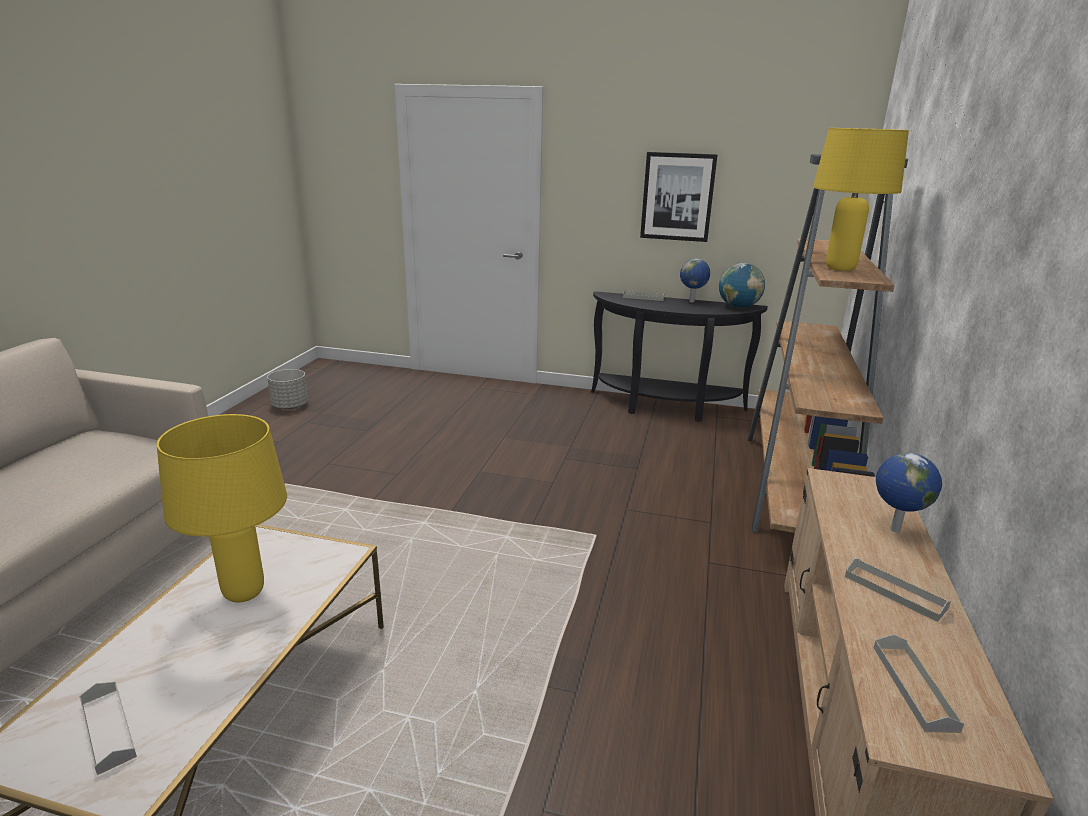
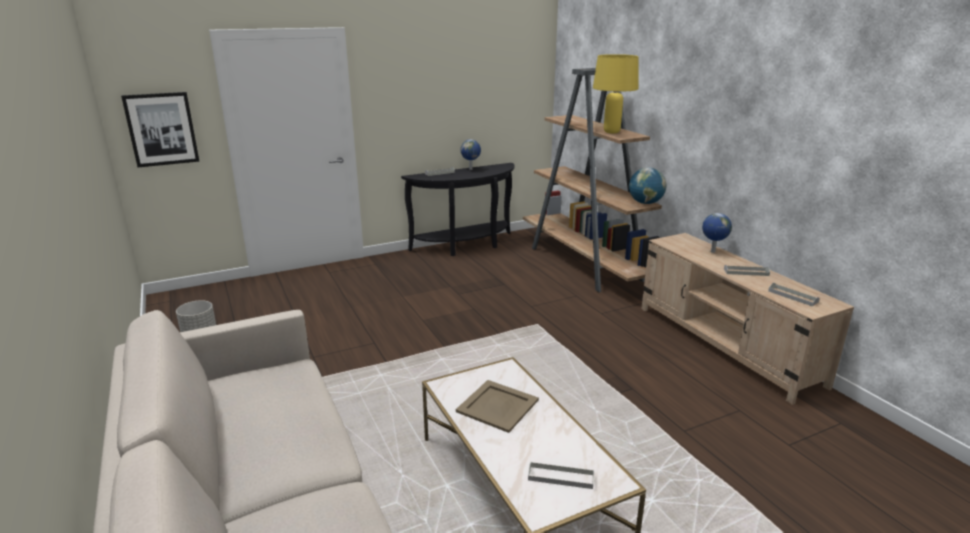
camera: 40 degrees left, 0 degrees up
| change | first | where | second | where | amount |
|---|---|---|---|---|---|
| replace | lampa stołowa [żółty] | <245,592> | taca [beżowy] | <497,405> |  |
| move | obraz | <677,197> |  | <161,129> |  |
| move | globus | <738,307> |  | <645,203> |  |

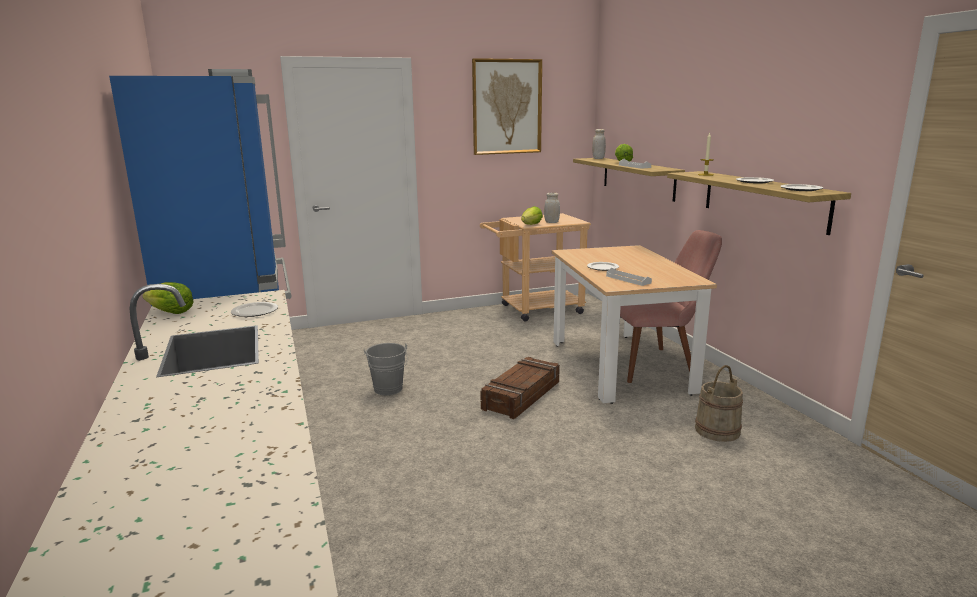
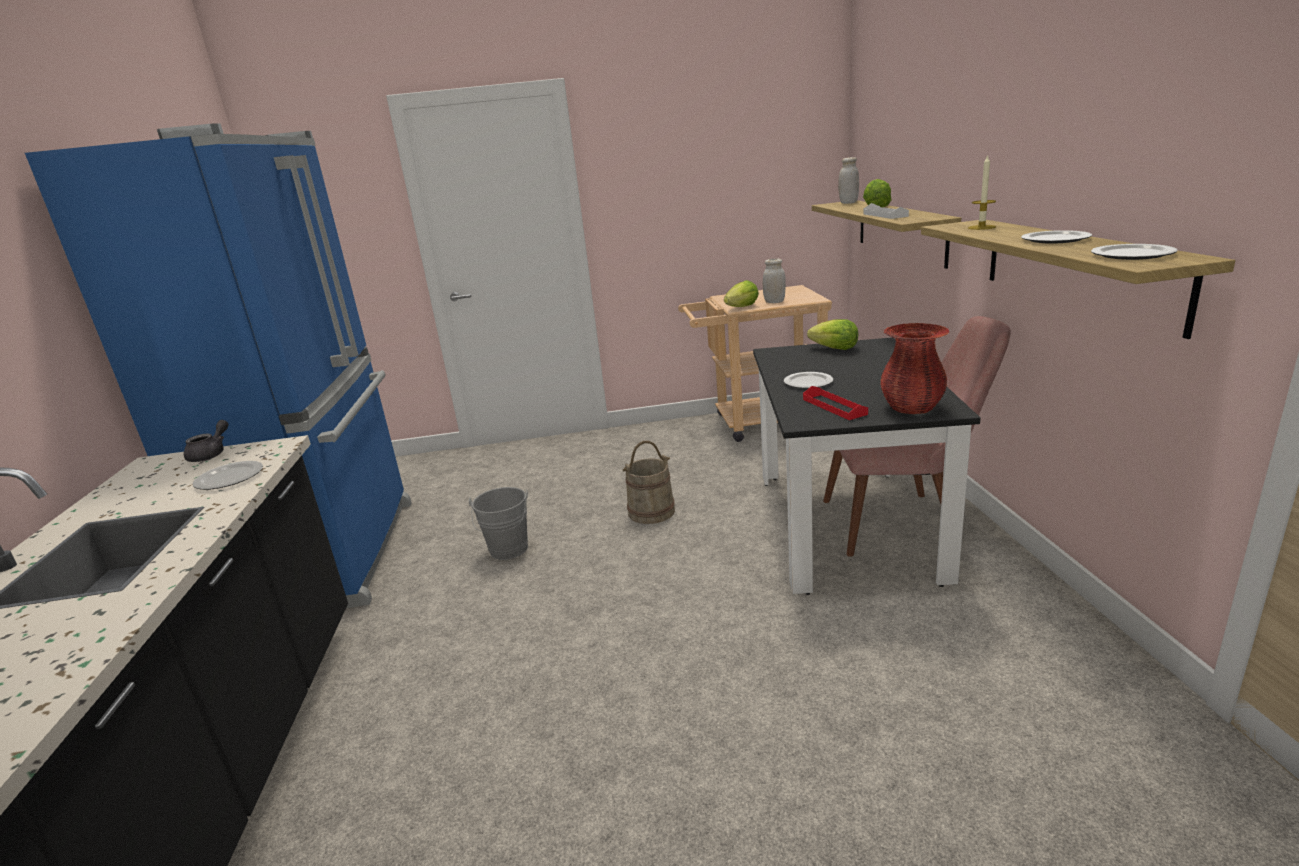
camera: 15 degrees right, 5 degrees up
| change | first | where | second | where | amount |
|---|---|---|---|---|---|
| move | sałata | <171,312> |  | <835,349> |  |
| delete | obraz | <507,107> |  |  |  |
| delete | skrzynka | <521,395> |  |  |  |
| recolor | stół jadalny [beżowy] | <619,366> | stół jadalny [czarny] | <845,524> |  |
| recolor | taca [biały] | <628,279> | taca [czerwony] | <834,407> |  |
| move | wiadro [beżowy] | <717,430> |  | <651,511> |  |
| insert |  |  | imbryk [szary] | <211,454> |  |
| insert |  |  | wazon [czerwony] | <912,407> |  |

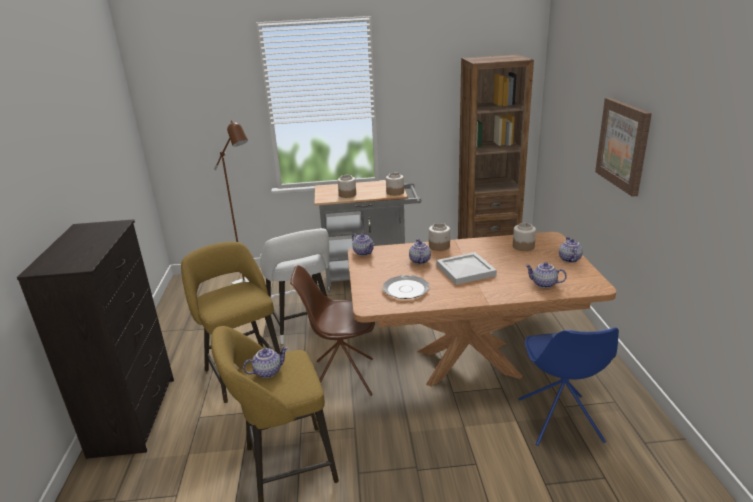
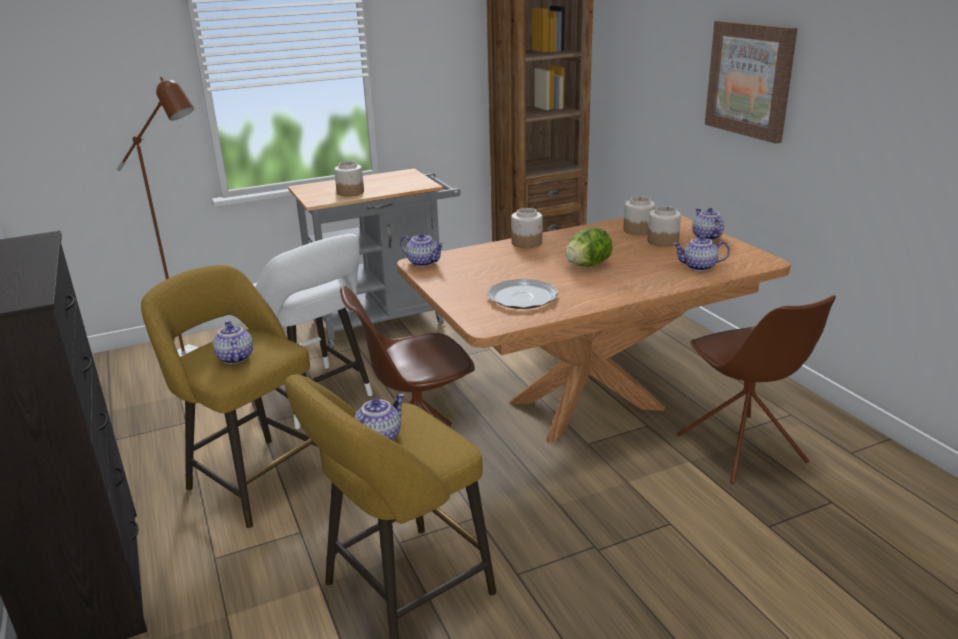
camera: 20 degrees left, 0 degrees up
| change | first | where | second | where | amount |
|---|---|---|---|---|---|
| move | słoik | <395,192> |  | <663,241> |  |
| move | imbryk | <419,261> |  | <234,358> |  |
| replace | taca [biały] | <466,270> | sałata | <587,265> |  |
| recolor | krzesło [niebieski] | <560,421> | krzesło [brązowy] | <742,450> |  |

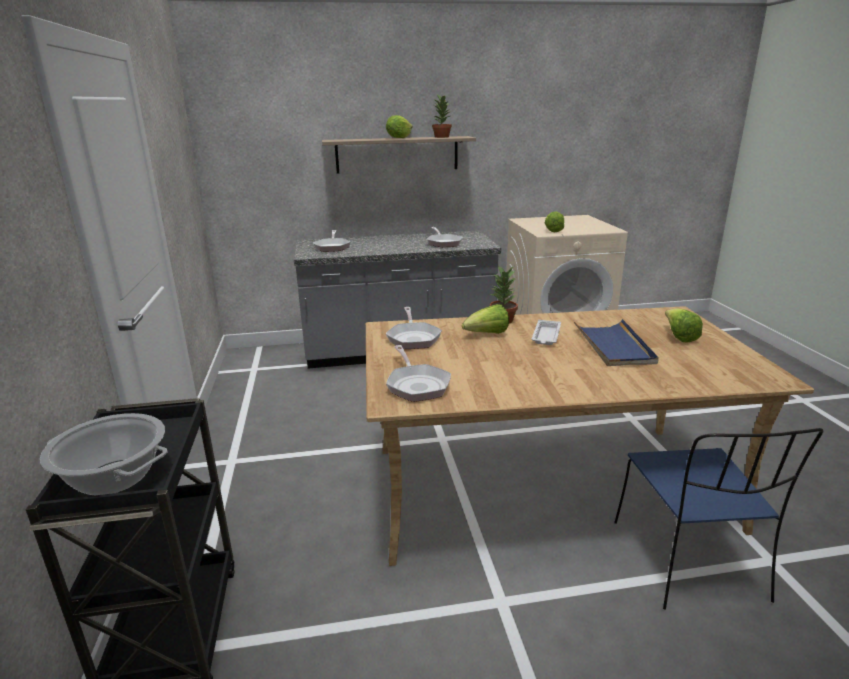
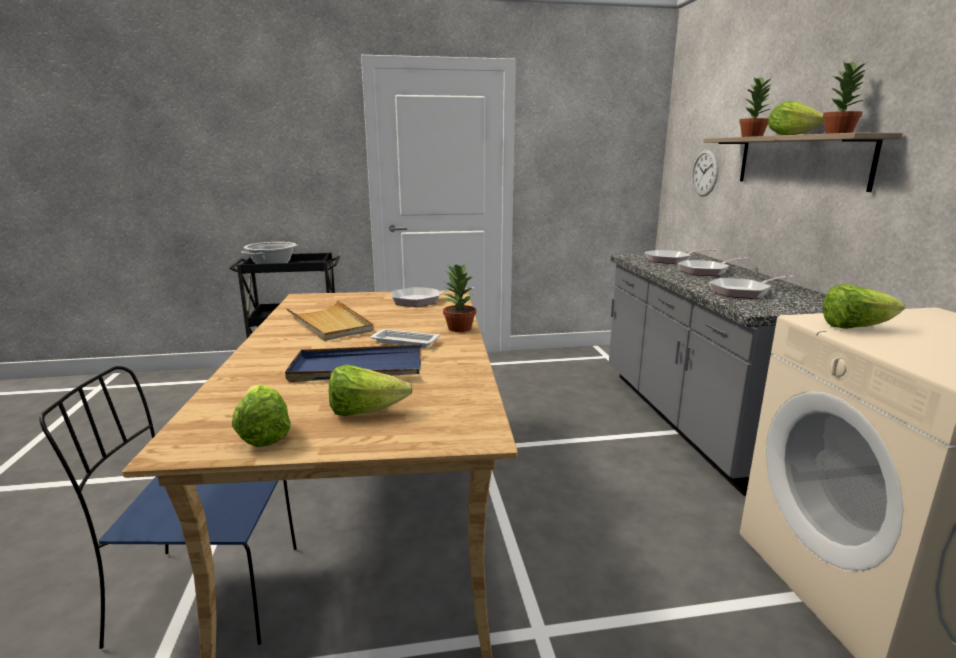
camera: 90 degrees right, 5 degrees down
| change | first | where | second | where | amount |
|---|---|---|---|---|---|
| move | patelnia | <417,385> |  | <706,271> |  |
| move | sałata | <487,334> |  | <263,434> |  |
| insert |  |  | taca [beżowy] | <330,324> |  |
| insert |  |  | zegar ścienny | <705,173> |  |
| insert |  |  | roślina doniczkowa | <752,136> |  |

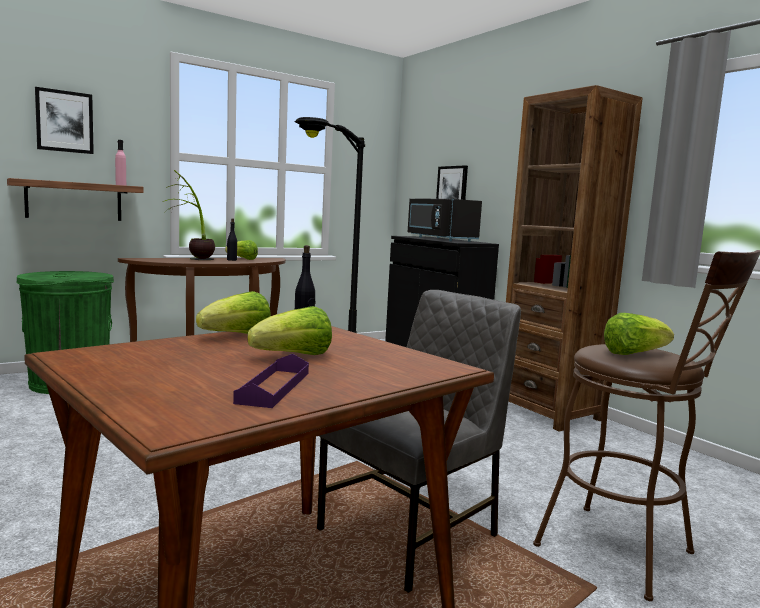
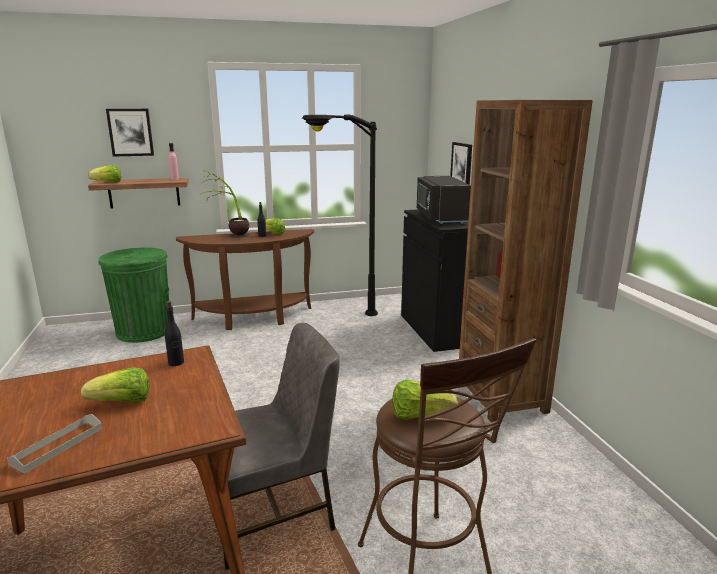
camera: 20 degrees right, 10 degrees up
| change | first | where | second | where | amount |
|---|---|---|---|---|---|
| move | sałata | <237,336> |  | <108,183> |  |
| recolor | taca [fioletowy] | <274,387> | taca [szary] | <58,446> |  |

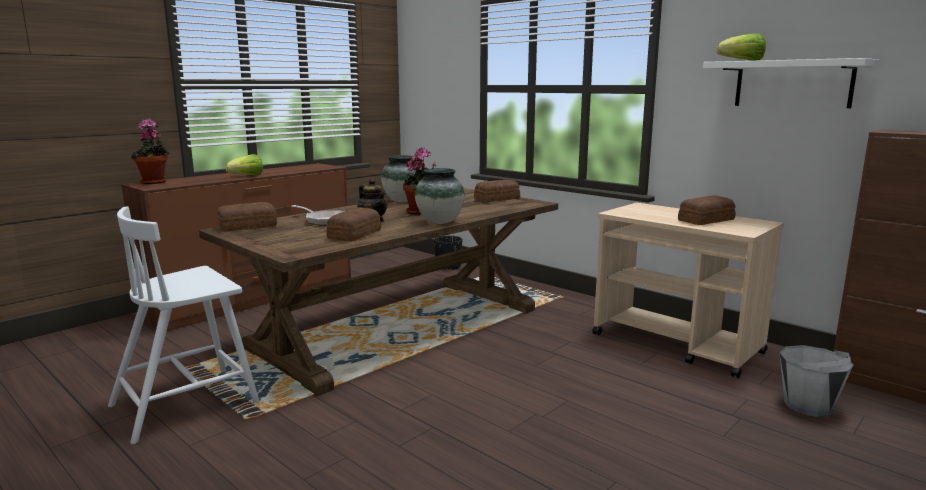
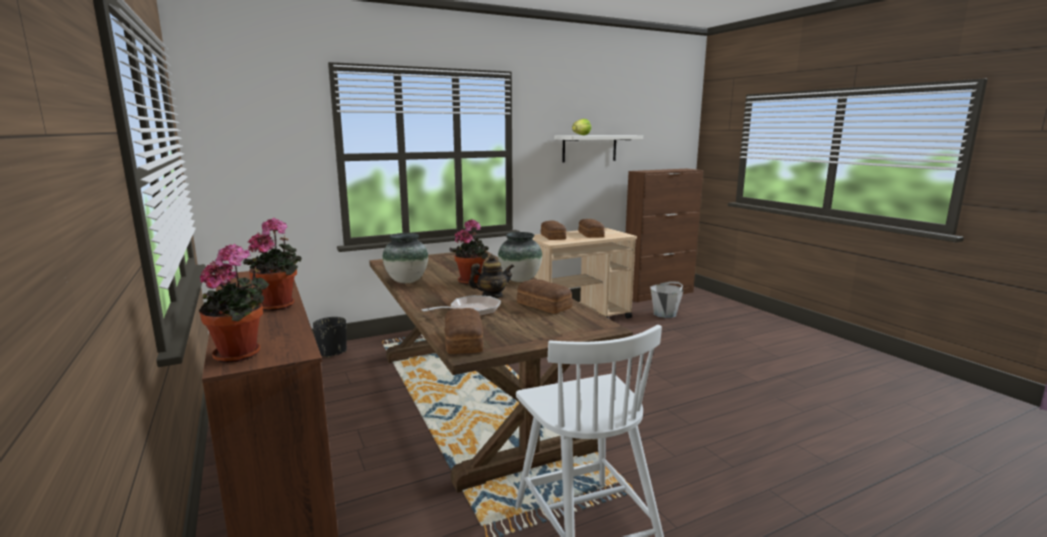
camera: 70 degrees left, 0 degrees up
| change | first | where | second | where | amount |
|---|---|---|---|---|---|
| replace | sałata | <247,176> | roślina doniczkowa | <279,305> |  |
| move | chleb | <498,199> |  | <553,236> |  |

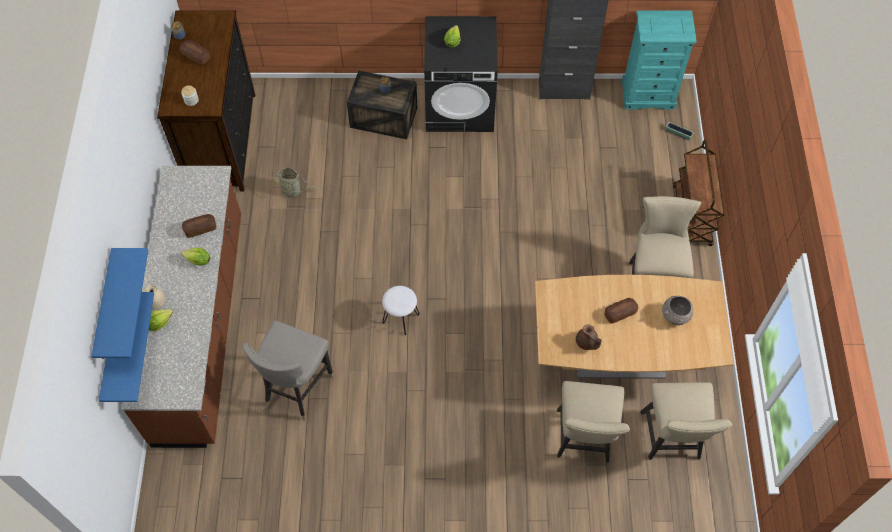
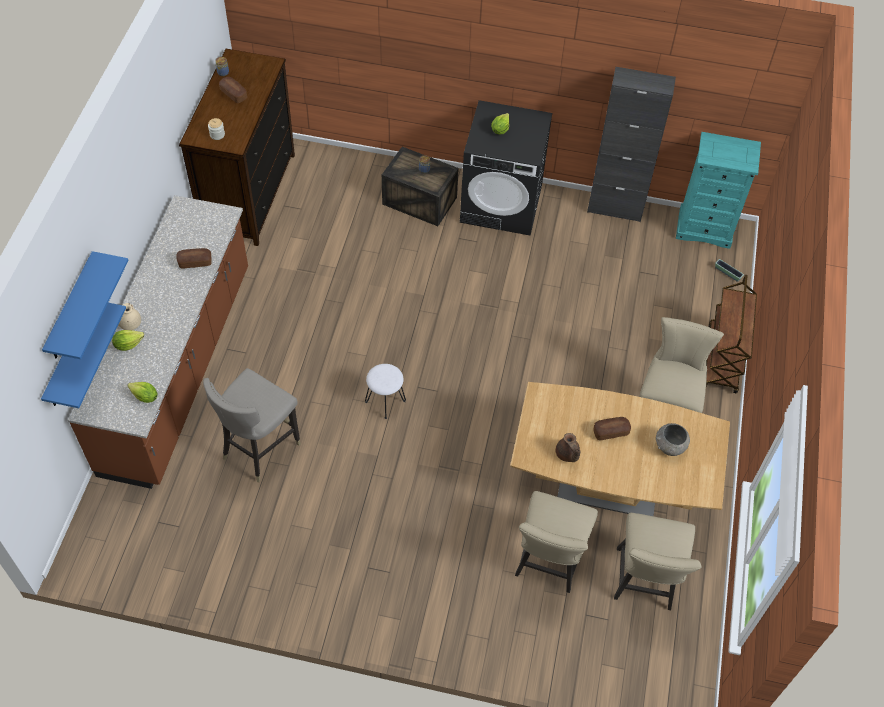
camera: 10 degrees right, 5 degrees down
| change | first | where | second | where | amount |
|---|---|---|---|---|---|
| move | sałata | <198,261> |  | <145,397> |  |
| delete | koszyk | <293,191> |  |  |  |

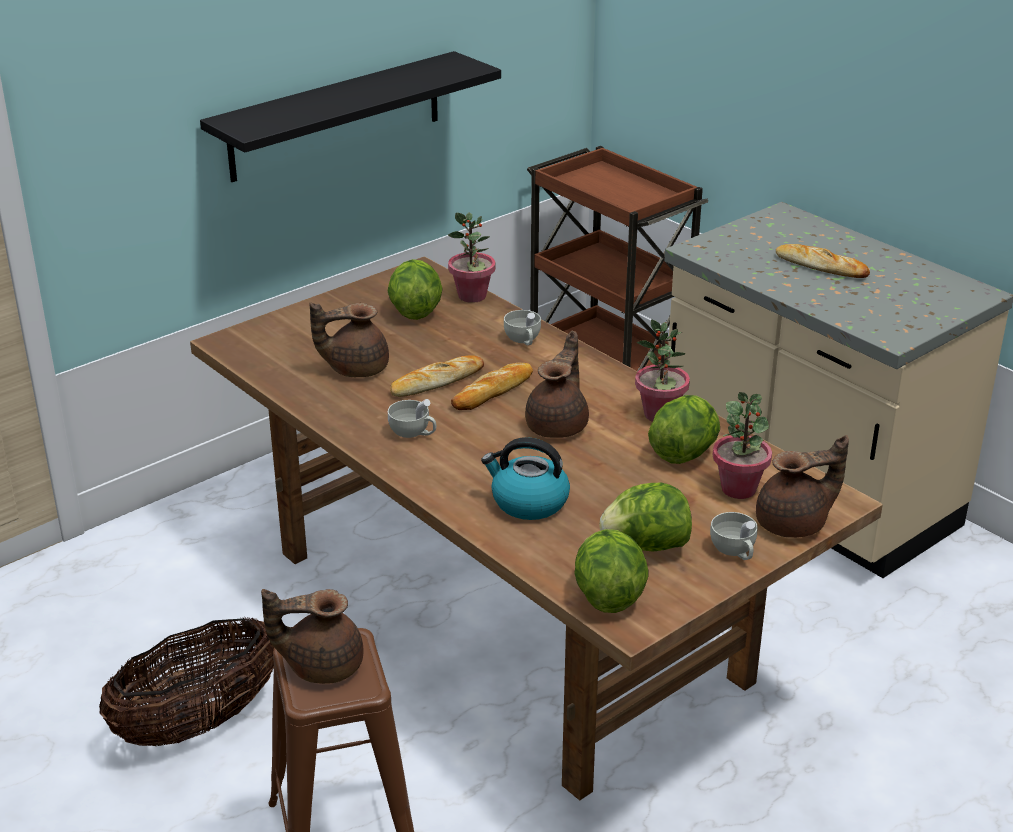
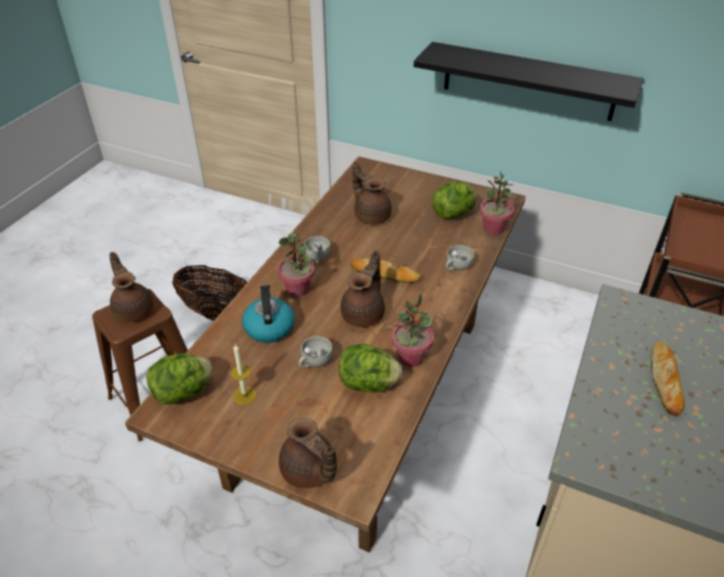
camera: 65 degrees right, 10 degrees up
| change | first | where | second | where | amount |
|---|---|---|---|---|---|
| delete | chleb | <436,382> |  |  |  |
| rotate | imbryk [brązowy] | <559,425> |  | <364,313> | 60 degrees counterclockwise |
| replace | sałata | <645,546> | świeca | <244,395> |  |
| move | filiżanka [biały] | <735,551> |  | <314,362> |  |
| move | roślina doniczkowa | <739,488> |  | <298,289> |  |

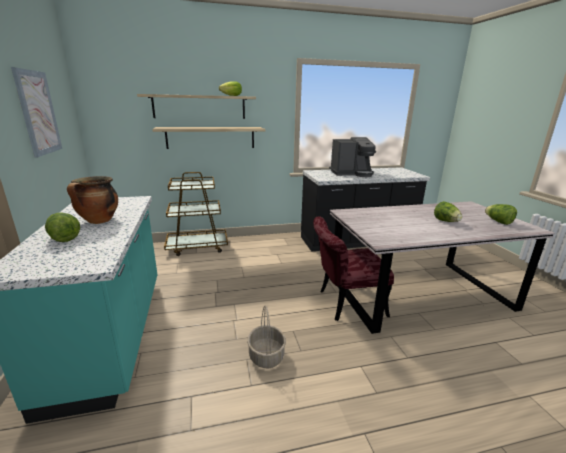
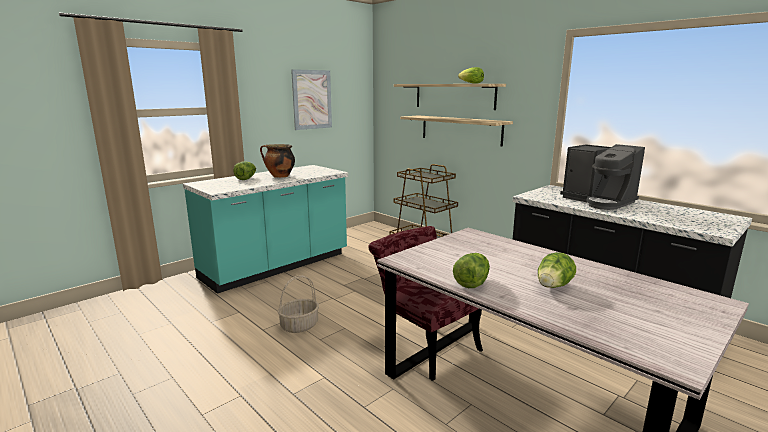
camera: 60 degrees right, 5 degrees down
| change | first | where | second | where | amount |
|---|---|---|---|---|---|
| move | sałata | <498,222> |  | <472,282> |  |

